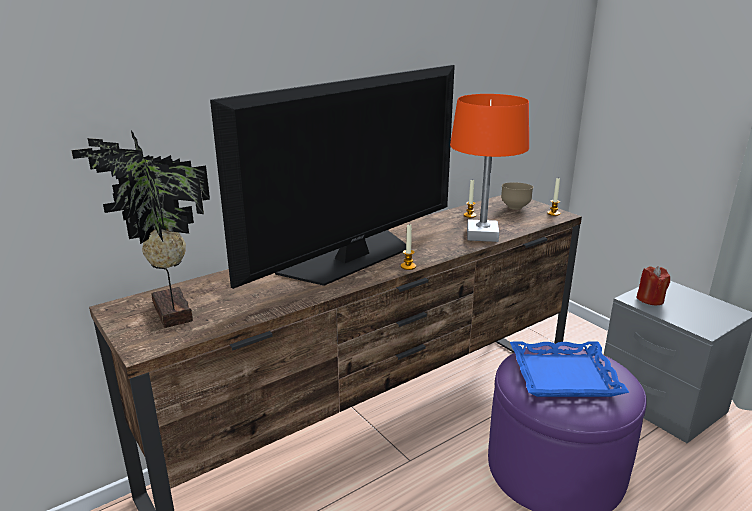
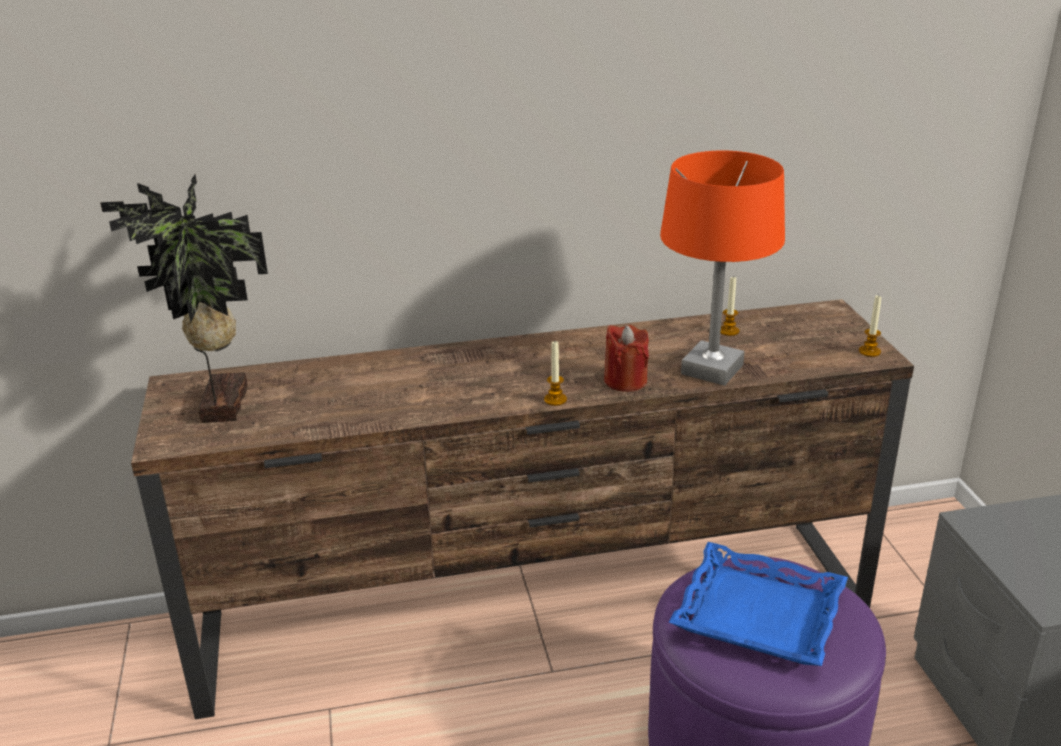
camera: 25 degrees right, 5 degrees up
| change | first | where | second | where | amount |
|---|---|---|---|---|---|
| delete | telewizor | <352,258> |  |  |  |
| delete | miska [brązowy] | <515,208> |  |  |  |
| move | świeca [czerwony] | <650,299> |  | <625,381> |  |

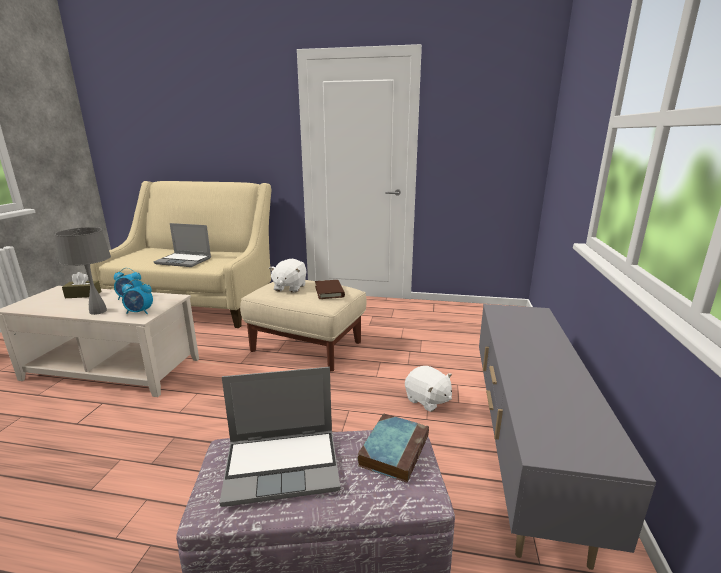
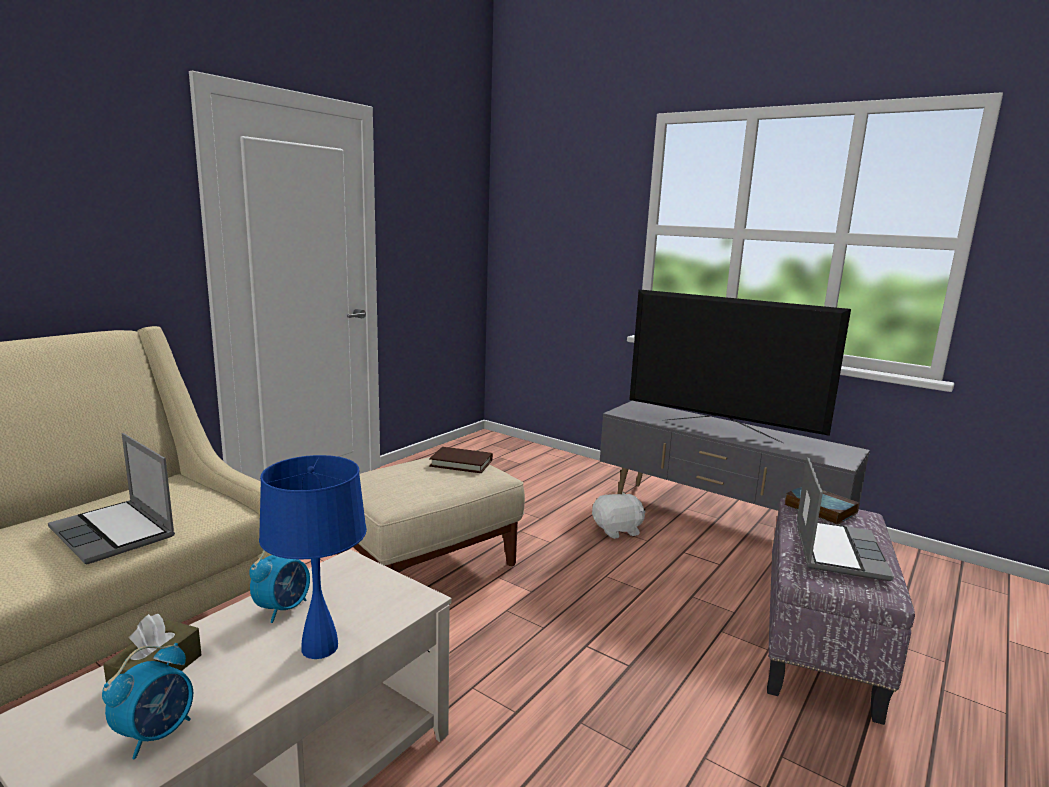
camera: 65 degrees left, 5 degrees down
| change | first | where | second | where | amount |
|---|---|---|---|---|---|
| recolor | lampa stołowa [szary] | <97,311> | lampa stołowa [niebieski] | <320,648> |  |
| move | budzik | <140,312> |  | <157,733> |  |
| rotate | laptop | <184,261> |  | <115,533> | 90 degrees clockwise |
| delete | pluszak [biały] | <289,287> |  |  |  |
| insert |  |  | telewizor | <720,430> |  |

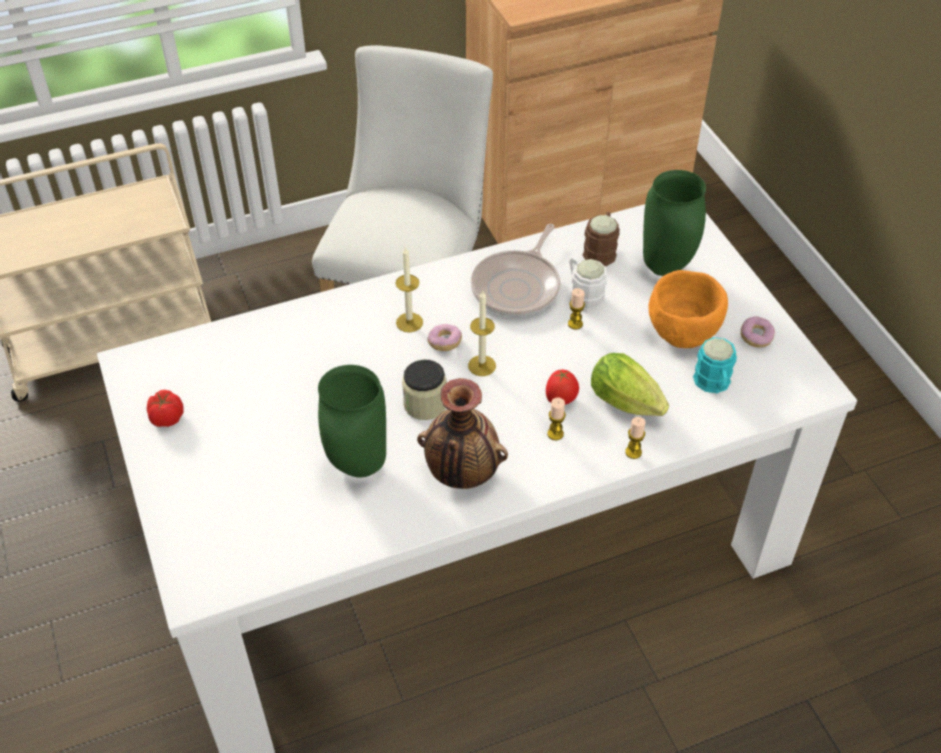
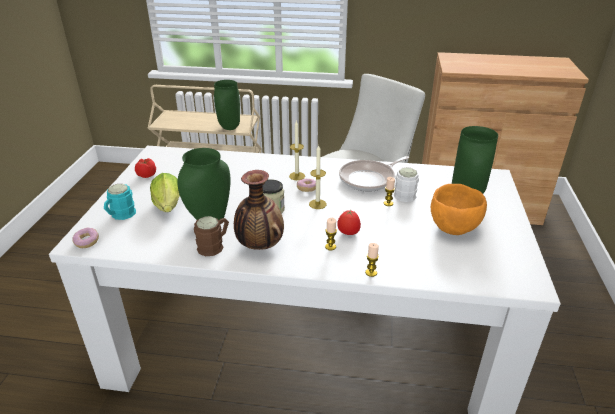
camera: 30 degrees right, 15 degrees down
| change | first | where | second | where | amount |
|---|---|---|---|---|---|
| move | kubek [brązowy] | <601,250> |  | <214,245> |  |
| move | sałata | <629,404> |  | <168,208> |  |
| move | kubek [turkusowy] | <713,384> |  | <120,215> |  |
| move | donut | <756,337> |  | <87,242> |  |
| insert |  |  | wazon [zielony] | <230,128> |  |

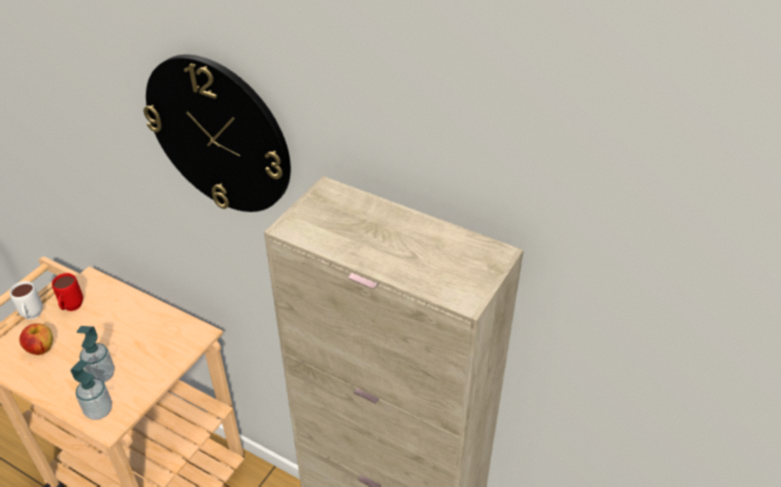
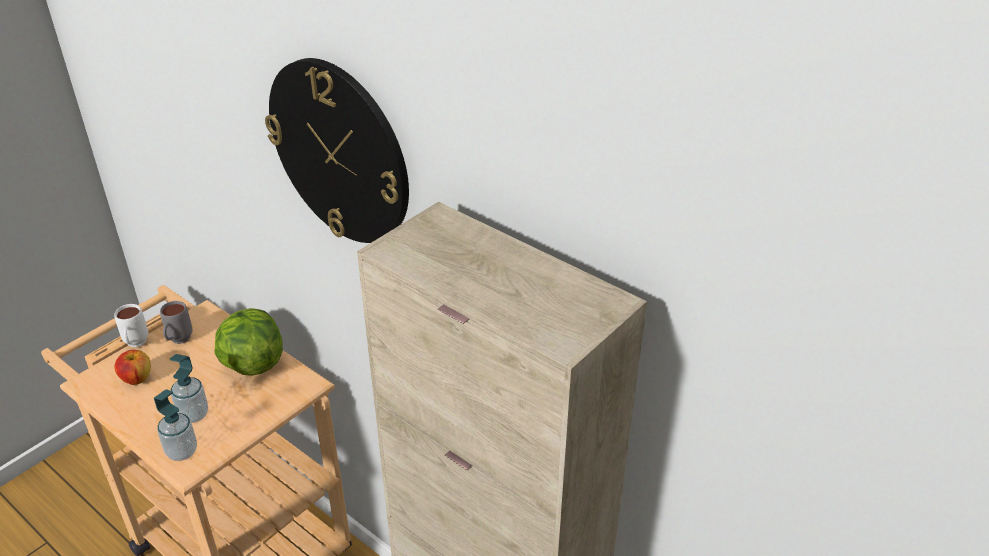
camera: 10 degrees right, 5 degrees down
| change | first | where | second | where | amount |
|---|---|---|---|---|---|
| recolor | kubek [czerwony] | <71,309> | kubek [szary] | <178,341> |  |
| insert |  |  | sałata | <252,363> |  |

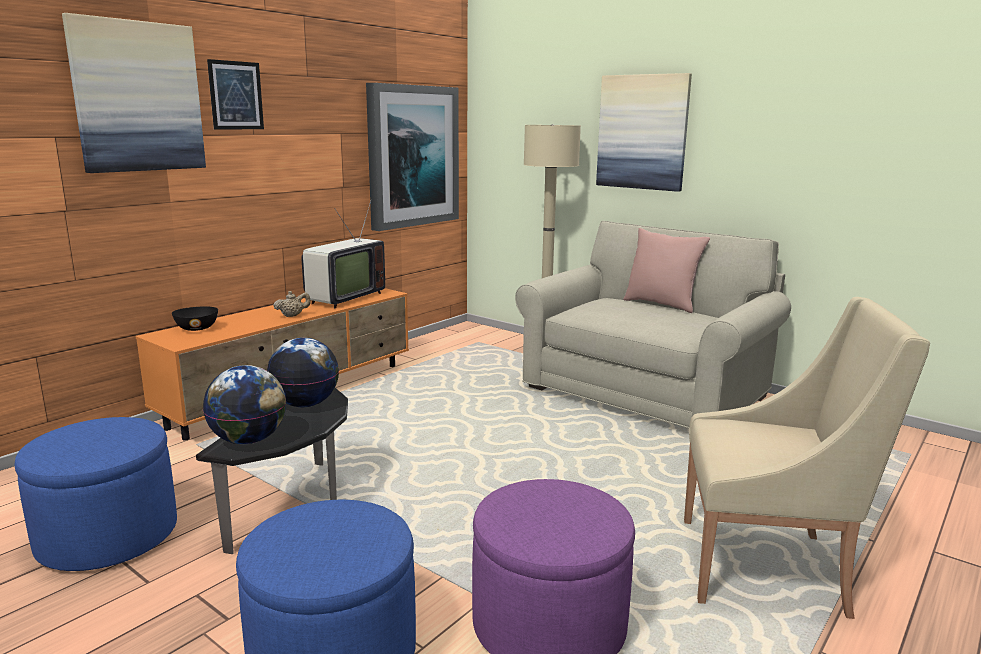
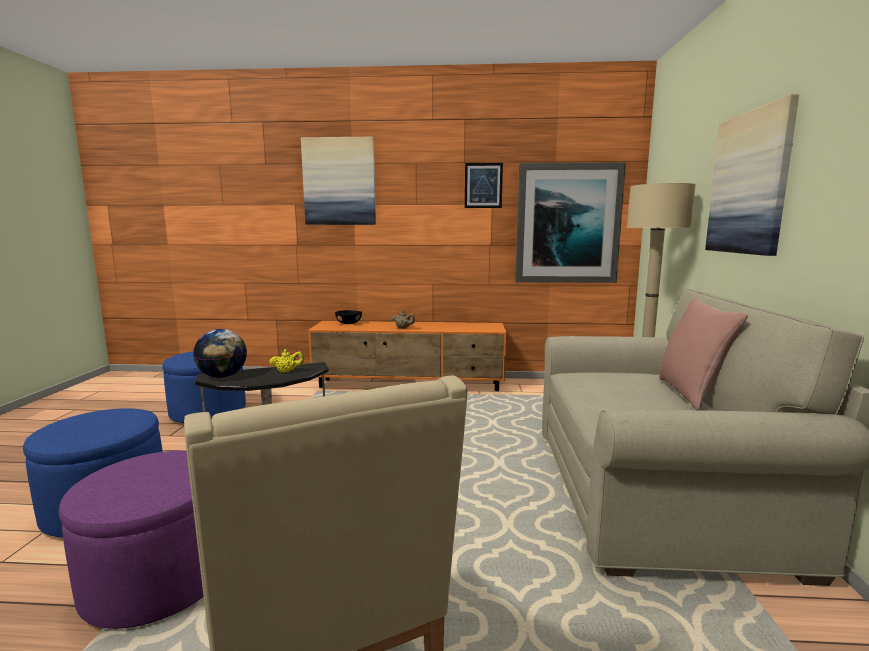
camera: 55 degrees right, 5 degrees down
| change | first | where | second | where | amount |
|---|---|---|---|---|---|
| move | obraz | <236,95> |  | <483,185> |  |
| replace | globus | <305,404> | imbryk [żółty] | <287,371> |  |
| delete | telewizor | <343,298> |  |  |  |

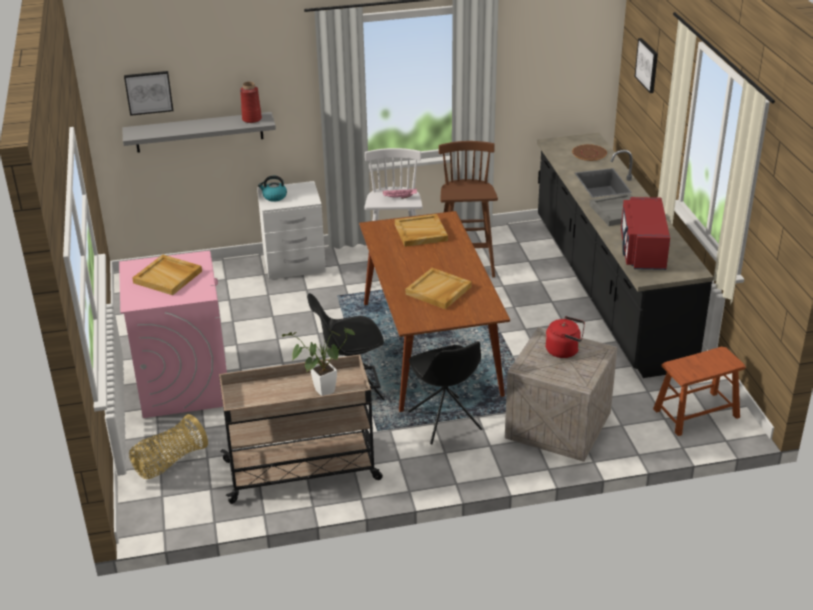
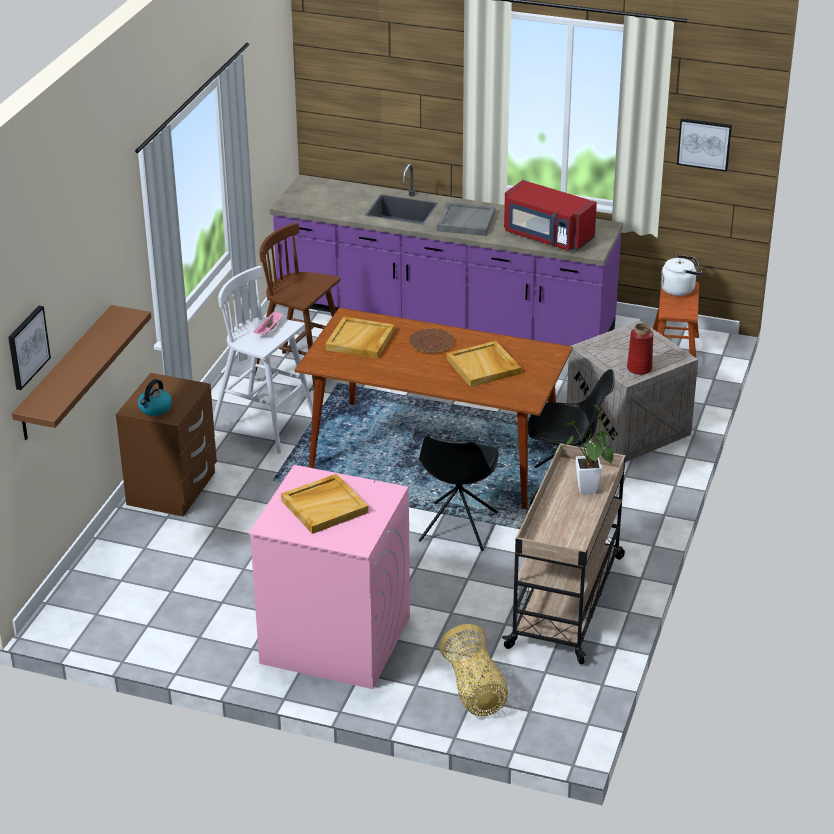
camera: 60 degrees left, 0 degrees up
| change | first | where | second | where | amount |
|---|---|---|---|---|---|
| recolor | półka [szary] | <199,132> | półka [brązowy] | <65,373> |  |
| move | wazon [czerwony] | <252,119> |  | <639,368> |  |
| recolor | szafka nocna [biały] | <294,265> | szafka nocna [brązowy] | <173,489> |  |
| recolor | zabudowa kuchenna [czarny] | <608,290> | zabudowa kuchenna [fioletowy] | <444,319> |  |
| delete | czajnik [czerwony] | <565,350> |  |  |  |
| move | talerz [brązowy] | <589,153> |  | <431,342> |  |
| move | obraz | <647,65> |  | <704,144> |  |
| insert |  |  | czajnik [biały] | <680,289> |  |

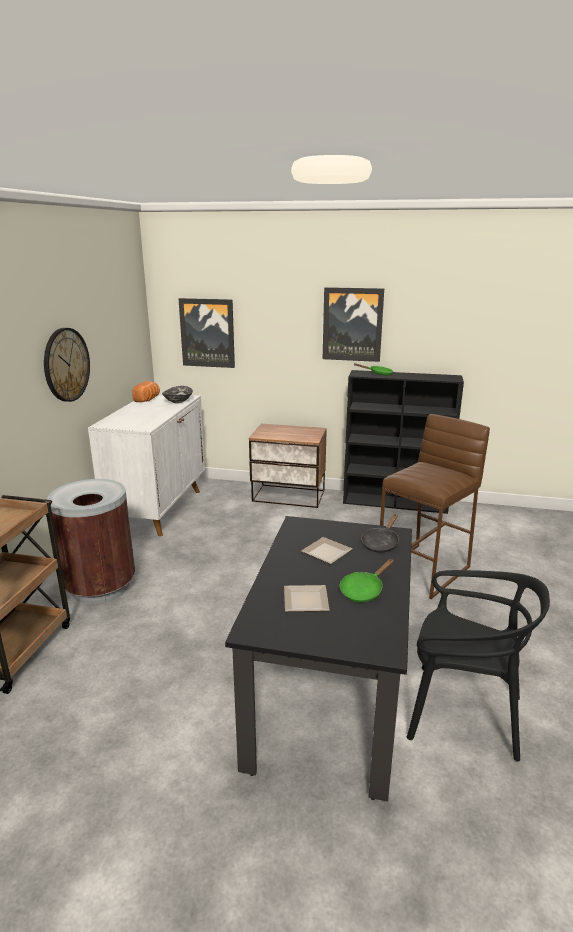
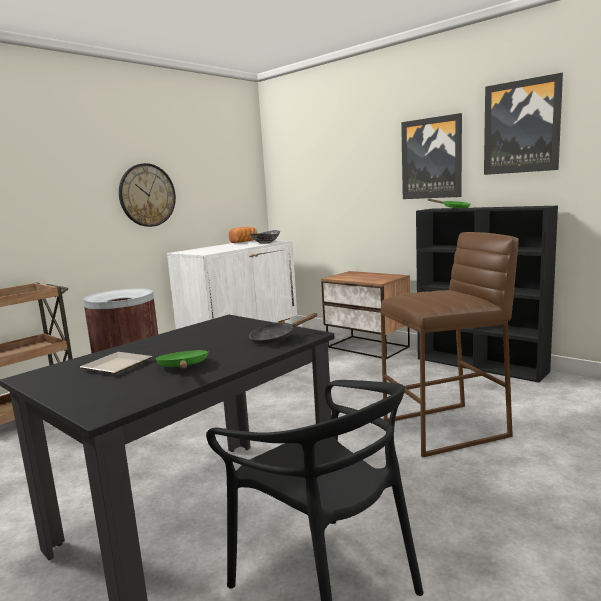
camera: 30 degrees right, 10 degrees down
| change | first | where | second | where | amount |
|---|---|---|---|---|---|
| move | obraz | <207,333> |  | <521,127> |  |
| delete | talerz | <327,554> |  |  |  |
| rotate | patelnia [zielony] | <363,590> |  | <183,367> | 90 degrees clockwise |

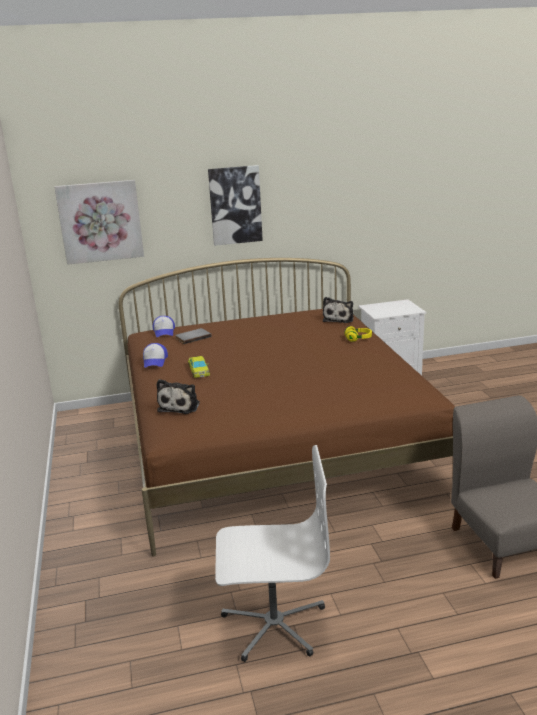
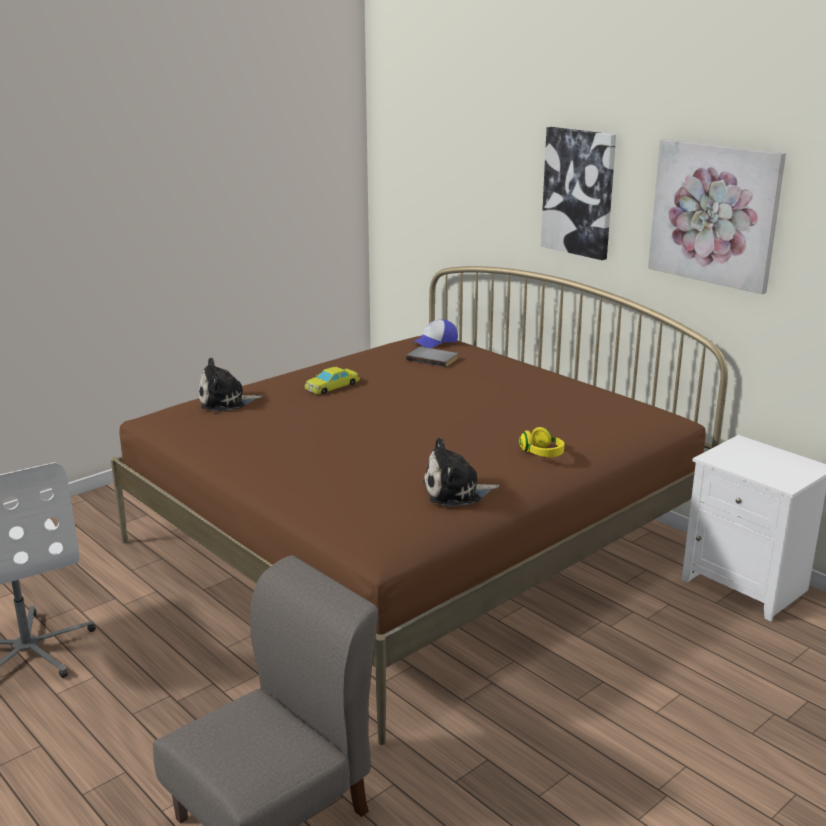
camera: 60 degrees right, 0 degrees up
| change | first | where | second | where | amount |
|---|---|---|---|---|---|
| move | obraz | <100,221> |  | <715,214> |  |
| delete | czapka z daszkiem | <155,361> |  |  |  |
| move | pluszak | <339,319> |  | <456,492> |  |

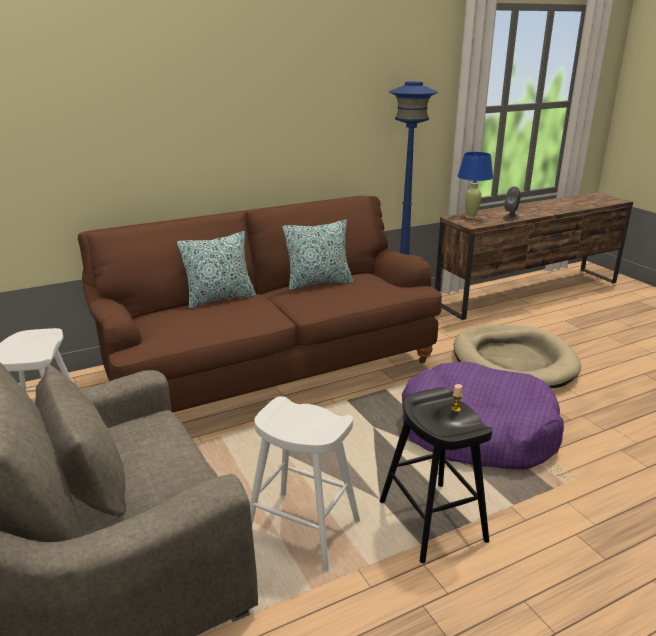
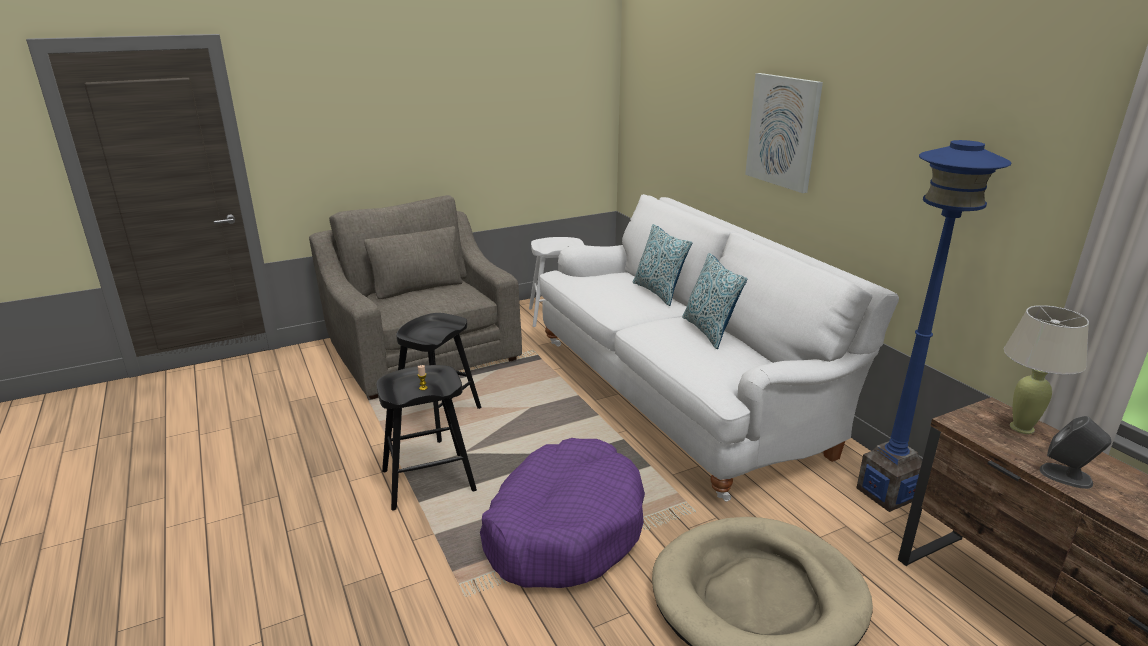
camera: 90 degrees right, 0 degrees up
| change | first | where | second | where | amount |
|---|---|---|---|---|---|
| recolor | kanapa [brązowy] | <269,369> | kanapa [biały] | <681,393> |  |
| recolor | stołek [biały] | <303,530> | stołek [czarny] | <437,417> |  |
| recolor | lampa stołowa [niebieski] | <471,217> | lampa stołowa [beżowy] | <1021,428> |  |
| insert |  |  | obraz | <783,131> |  |

